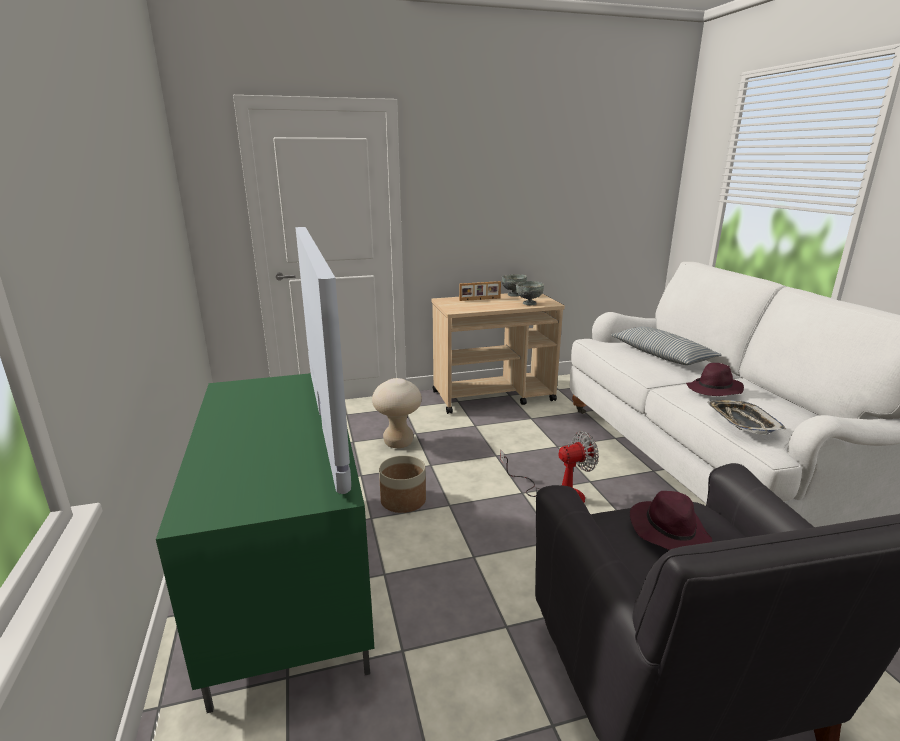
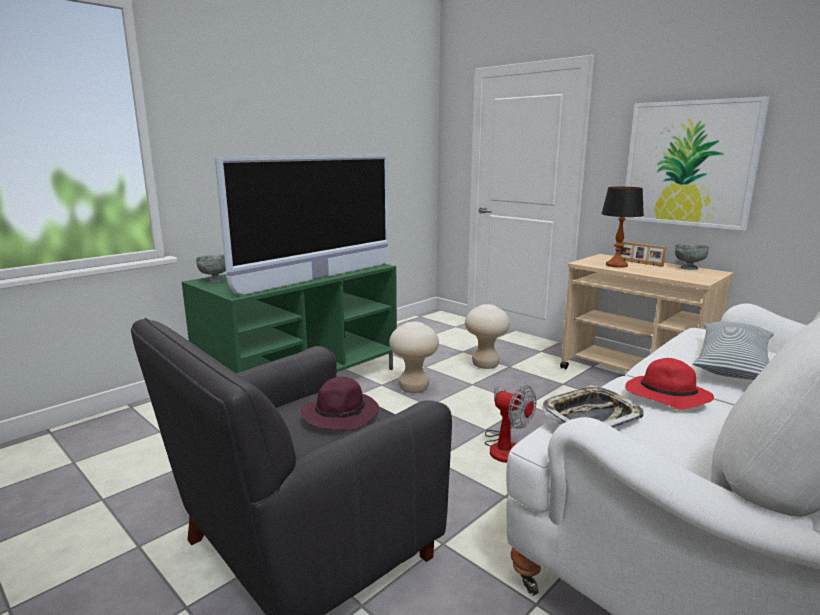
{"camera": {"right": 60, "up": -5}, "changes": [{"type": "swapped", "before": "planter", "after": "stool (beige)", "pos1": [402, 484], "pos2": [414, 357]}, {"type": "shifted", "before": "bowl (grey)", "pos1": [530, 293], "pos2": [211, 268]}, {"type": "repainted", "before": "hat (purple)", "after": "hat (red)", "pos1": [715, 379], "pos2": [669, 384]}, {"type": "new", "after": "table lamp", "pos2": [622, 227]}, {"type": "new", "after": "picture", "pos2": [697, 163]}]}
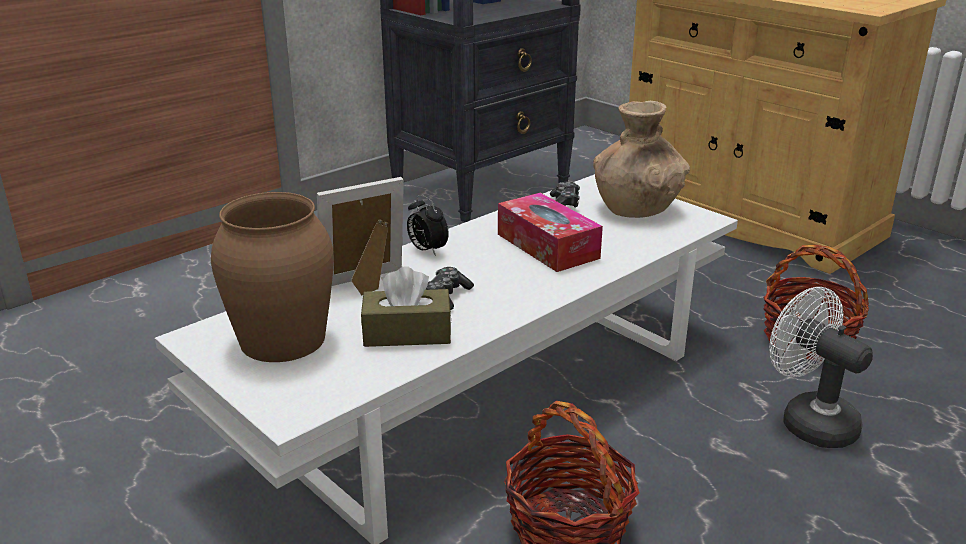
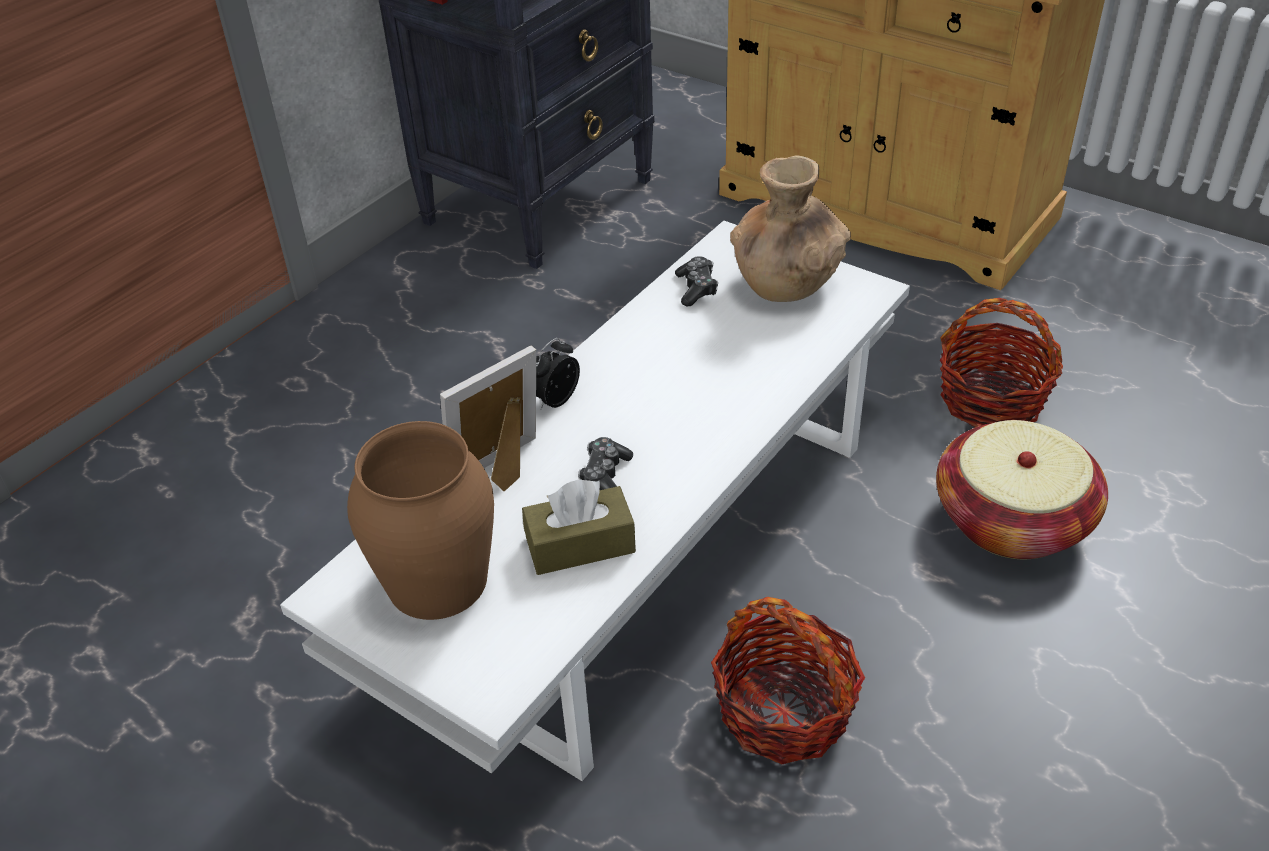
{"camera": {"right": -10, "up": 15}, "changes": [{"type": "rotated", "before": "alarm clock", "pos1": [427, 225], "pos2": [558, 373], "turn": 90}, {"type": "gone", "before": "tissue box", "pos1": [550, 232]}, {"type": "swapped", "before": "fan (white)", "after": "basket", "pos1": [821, 367], "pos2": [1022, 489]}]}
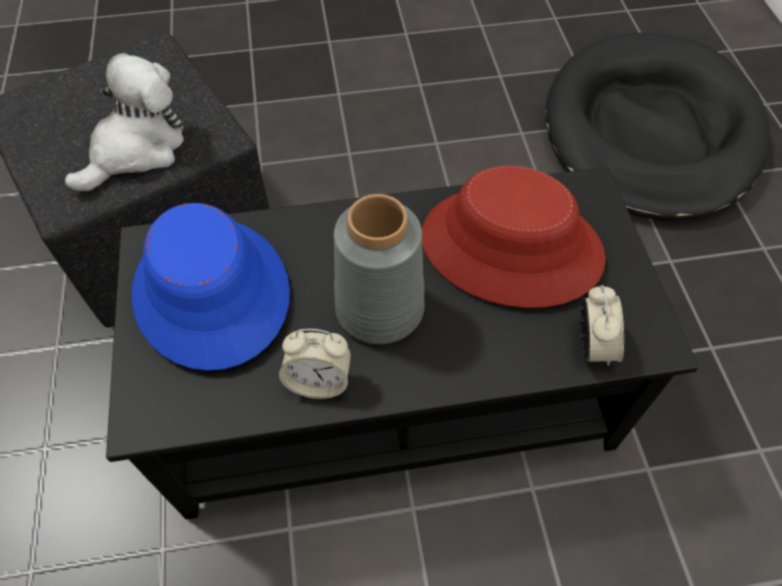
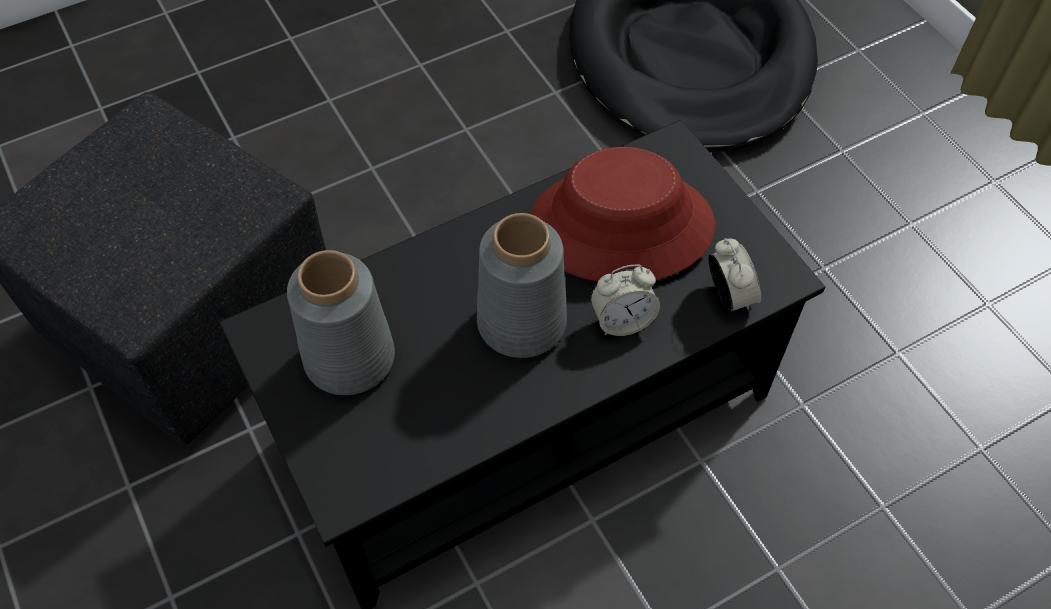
{"camera": {"right": -20, "up": 0}, "changes": [{"type": "gone", "before": "plush toy", "pos1": [124, 122]}, {"type": "swapped", "before": "hat (blue)", "after": "vase (grey)", "pos1": [211, 287], "pos2": [341, 322]}, {"type": "shifted", "before": "alarm clock", "pos1": [315, 364], "pos2": [625, 300]}]}
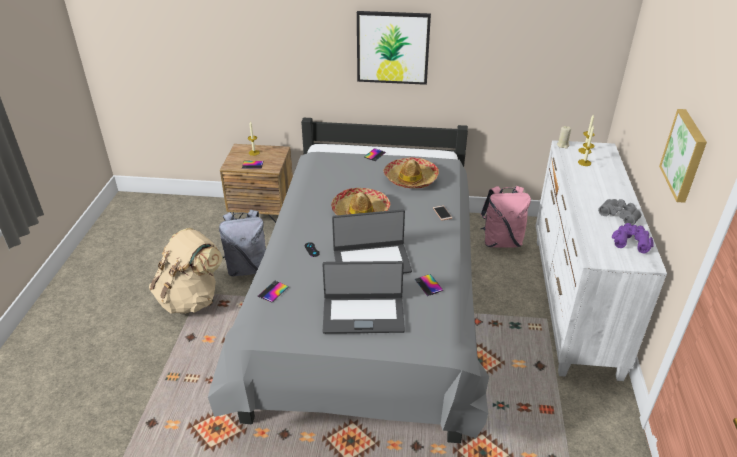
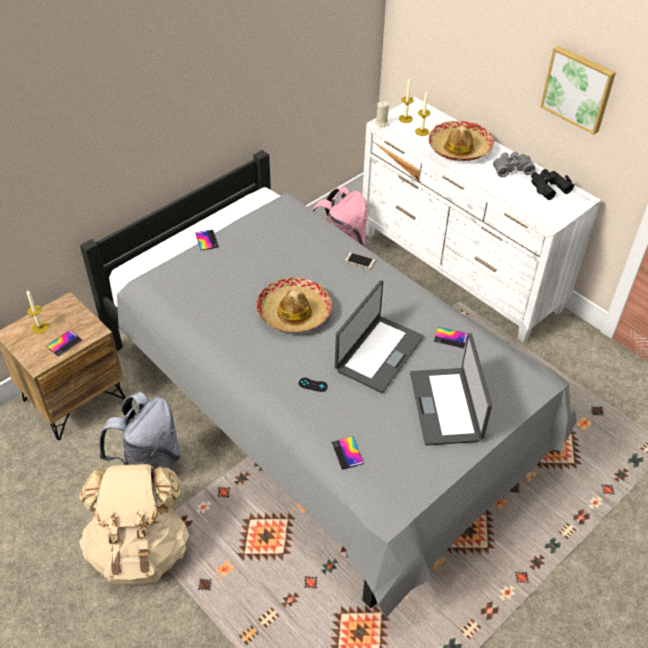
{"camera": {"right": -50, "up": 10}, "changes": [{"type": "rotated", "before": "laptop", "pos1": [363, 297], "pos2": [451, 389], "turn": 135}, {"type": "gone", "before": "picture", "pos1": [394, 48]}, {"type": "shifted", "before": "hat", "pos1": [411, 172], "pos2": [461, 141]}, {"type": "repainted", "before": "binoculars (purple)", "after": "binoculars (black)", "pos1": [633, 238], "pos2": [553, 184]}]}
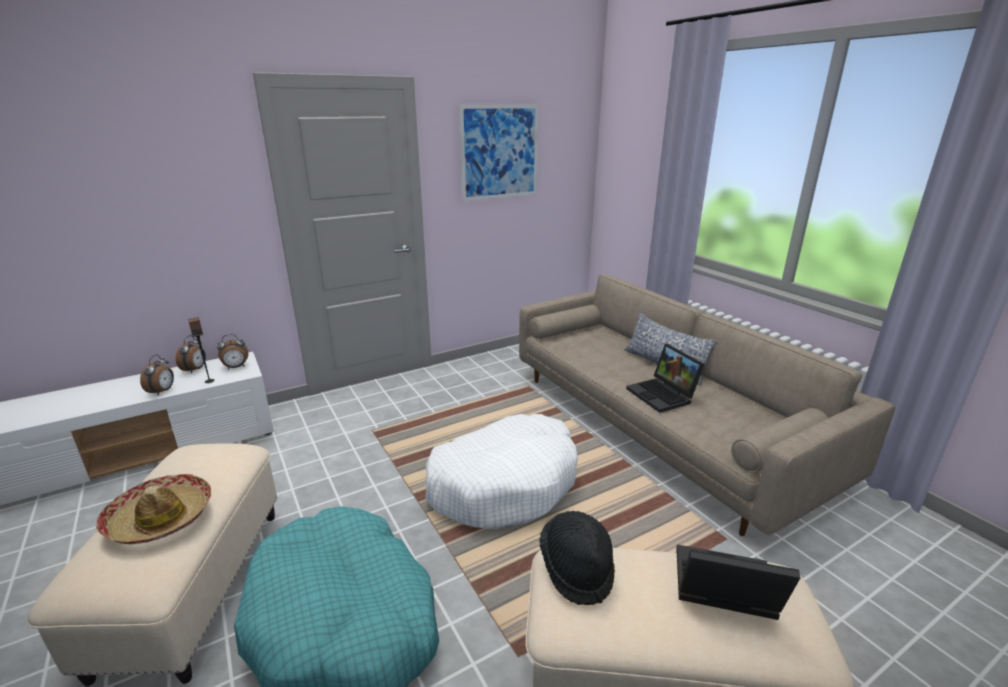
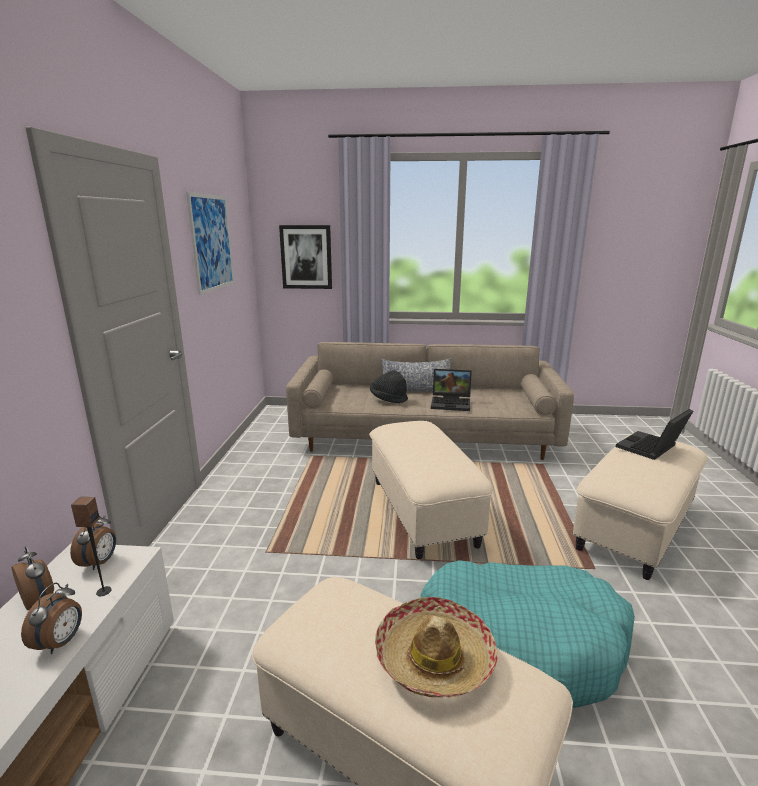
{"camera": {"right": -55, "up": -5}, "changes": [{"type": "rotated", "before": "alarm clock", "pos1": [157, 375], "pos2": [51, 618], "turn": 60}, {"type": "swapped", "before": "dog bed (white)", "after": "ottoman (beige)", "pos1": [501, 471], "pos2": [431, 490]}, {"type": "shifted", "before": "hat (black)", "pos1": [577, 558], "pos2": [389, 386]}, {"type": "new", "after": "picture", "pos2": [305, 257]}]}
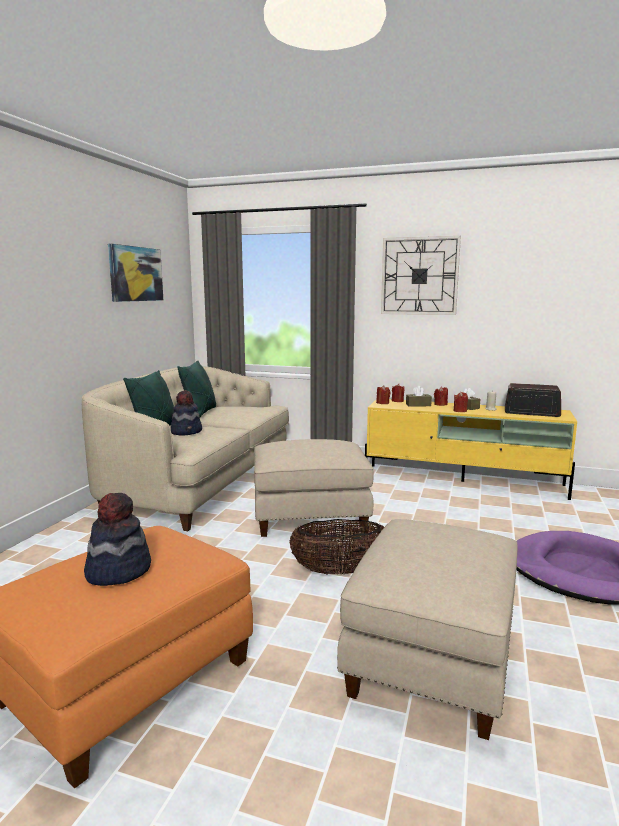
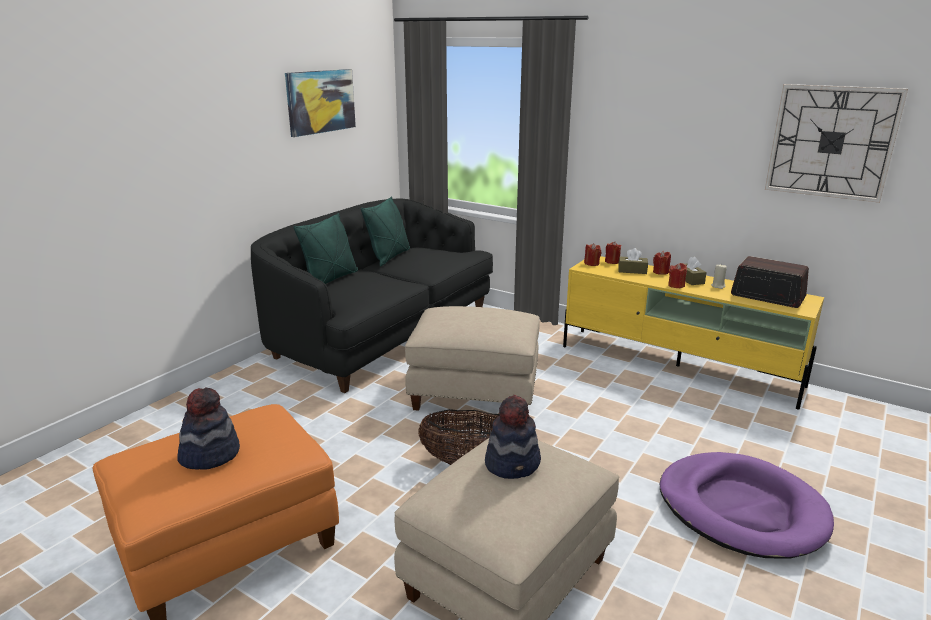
{"camera": {"right": 15, "up": 10}, "changes": [{"type": "repainted", "before": "sofa (beige)", "after": "sofa (black)", "pos1": [185, 448], "pos2": [372, 296]}, {"type": "shifted", "before": "hat", "pos1": [186, 412], "pos2": [513, 437]}, {"type": "shifted", "before": "wall clock", "pos1": [421, 275], "pos2": [836, 143]}]}
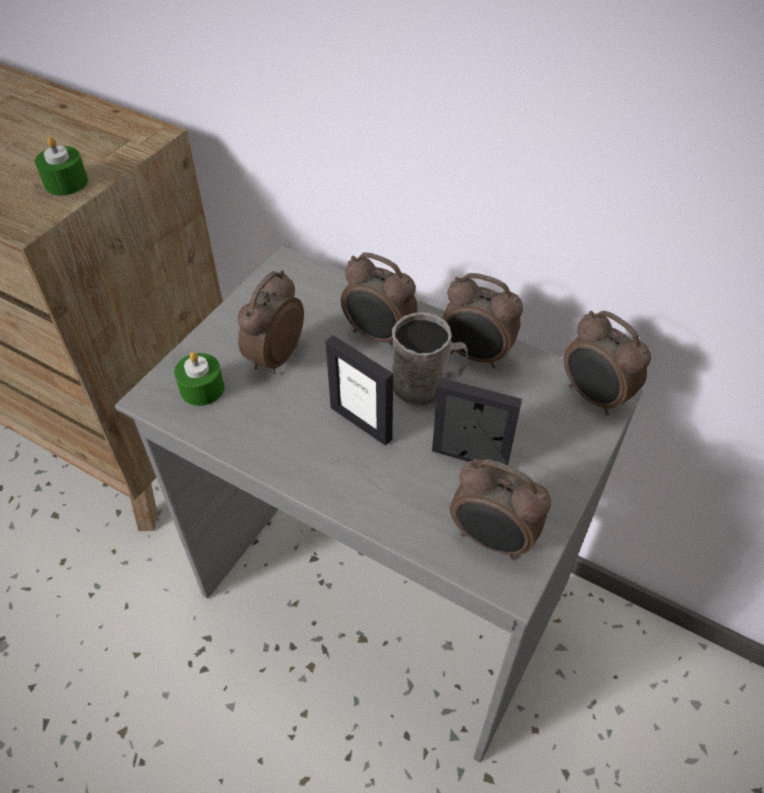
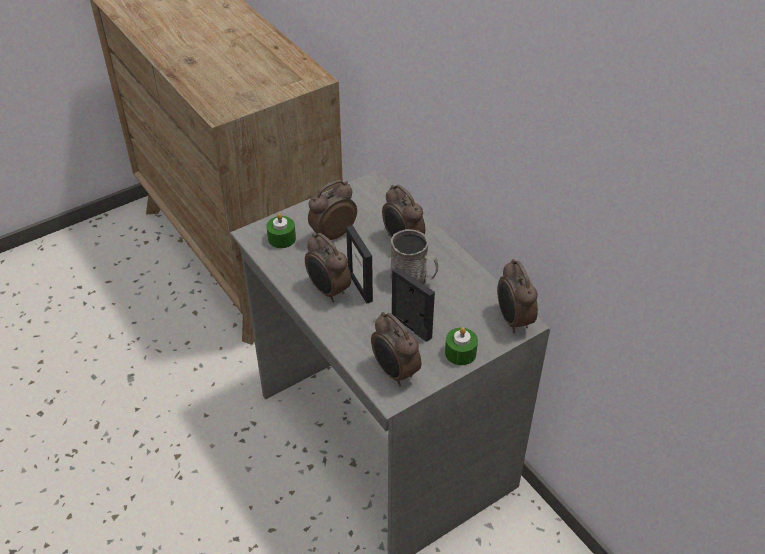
{"camera": {"right": 25, "up": -5}, "changes": [{"type": "shifted", "before": "candle (green)", "pos1": [61, 166], "pos2": [461, 346]}, {"type": "shifted", "before": "alarm clock", "pos1": [482, 320], "pos2": [328, 267]}]}
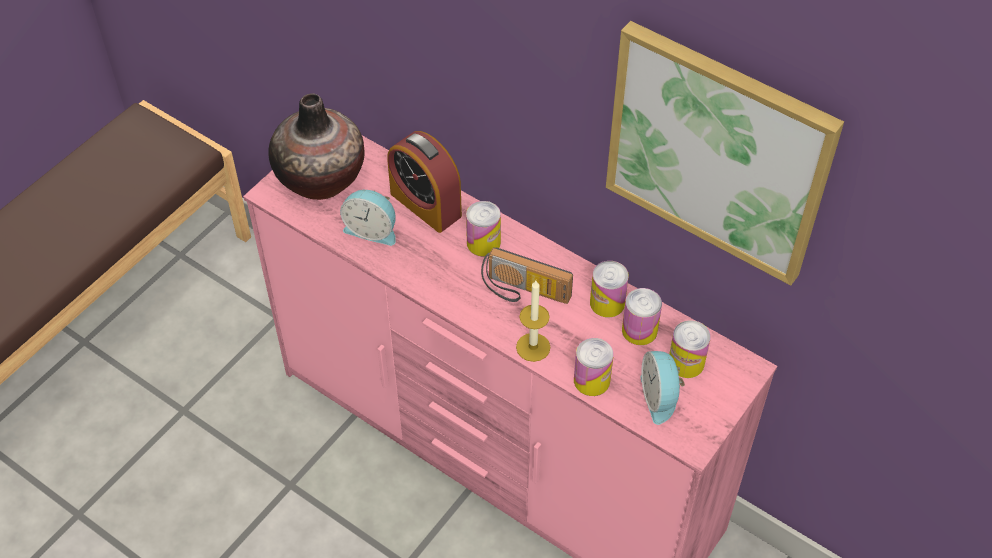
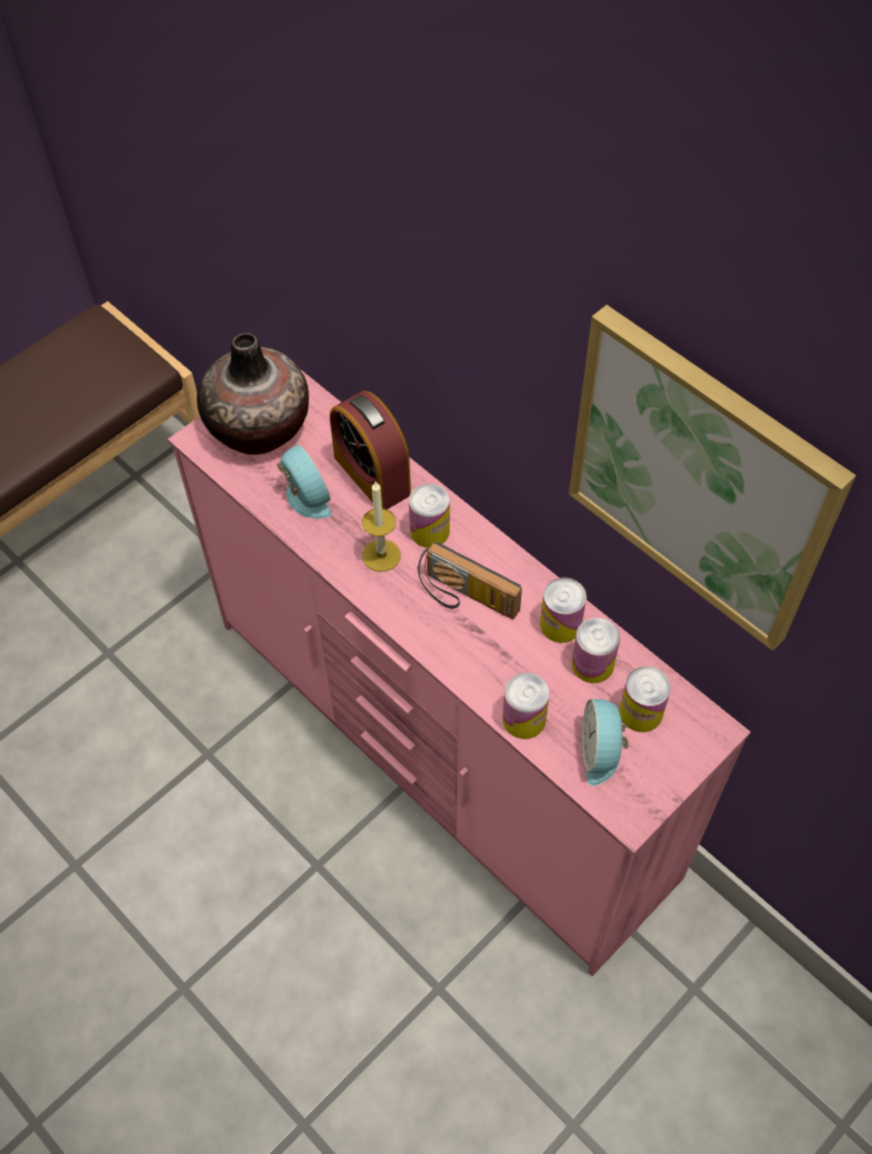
{"camera": {"right": 10, "up": 5}, "changes": [{"type": "rotated", "before": "alarm clock", "pos1": [368, 218], "pos2": [304, 481], "turn": -150}, {"type": "shifted", "before": "candle", "pos1": [533, 321], "pos2": [381, 526]}]}
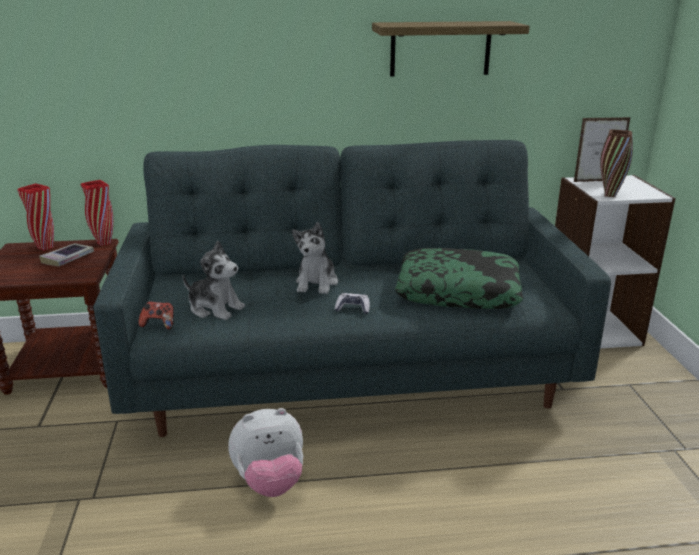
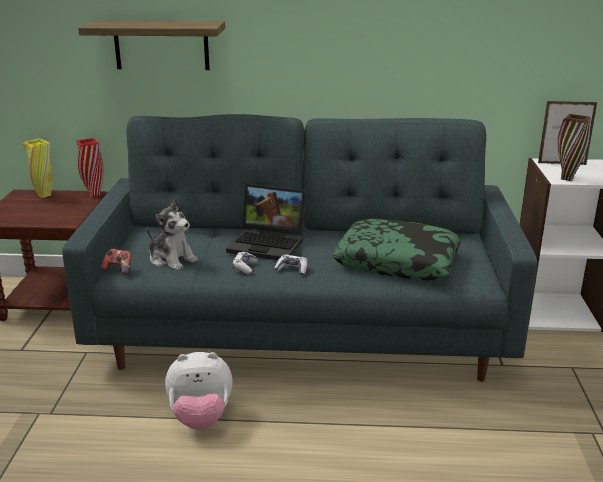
{"camera": {"right": 10, "up": 0}, "changes": [{"type": "repainted", "before": "vase (red)", "after": "vase (yellow)", "pos1": [35, 217], "pos2": [38, 168]}, {"type": "gone", "before": "book", "pos1": [66, 254]}, {"type": "swapped", "before": "plush toy", "after": "laptop", "pos1": [315, 258], "pos2": [266, 222]}, {"type": "shifted", "before": "shelf", "pos1": [451, 49], "pos2": [151, 45]}, {"type": "new", "after": "game controller", "pos2": [245, 263]}]}
